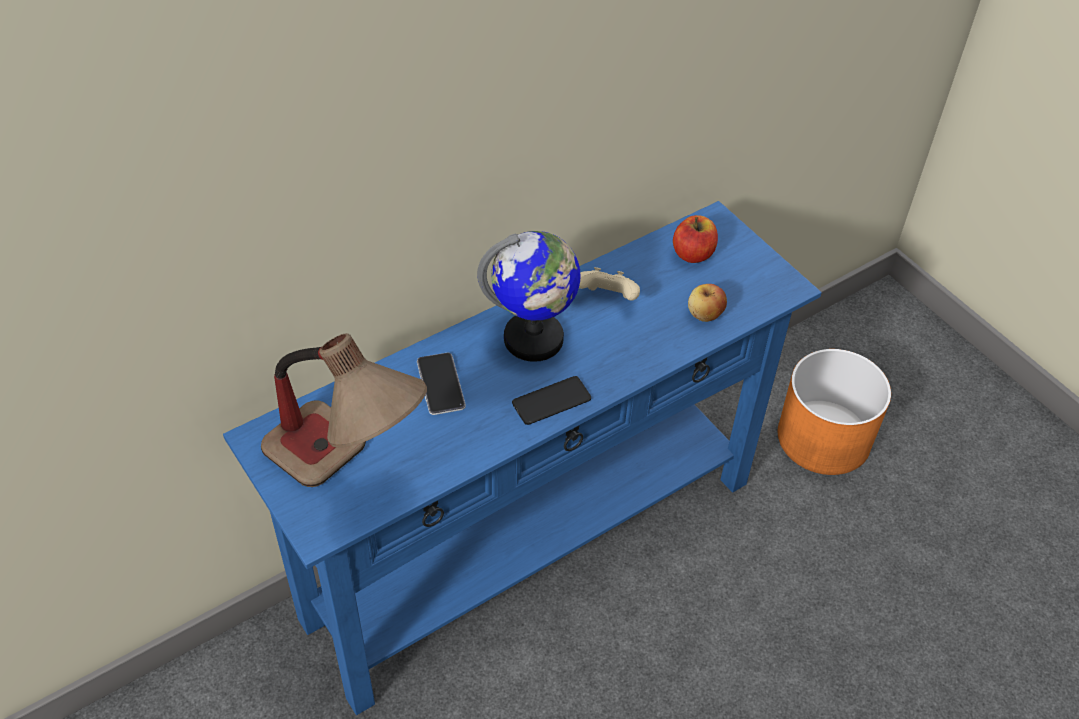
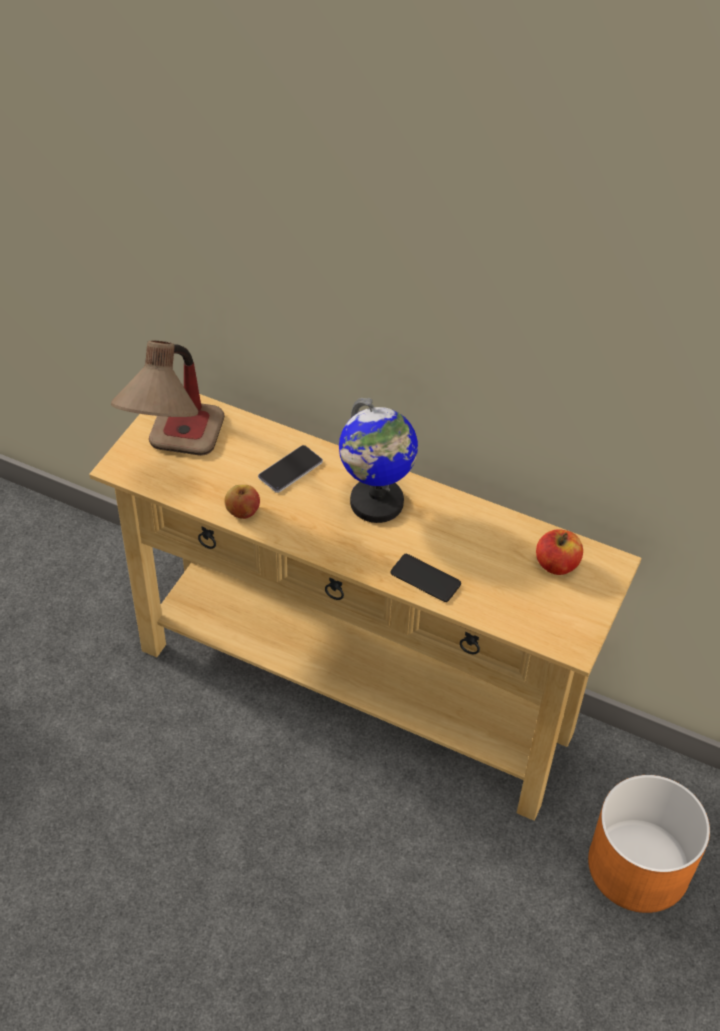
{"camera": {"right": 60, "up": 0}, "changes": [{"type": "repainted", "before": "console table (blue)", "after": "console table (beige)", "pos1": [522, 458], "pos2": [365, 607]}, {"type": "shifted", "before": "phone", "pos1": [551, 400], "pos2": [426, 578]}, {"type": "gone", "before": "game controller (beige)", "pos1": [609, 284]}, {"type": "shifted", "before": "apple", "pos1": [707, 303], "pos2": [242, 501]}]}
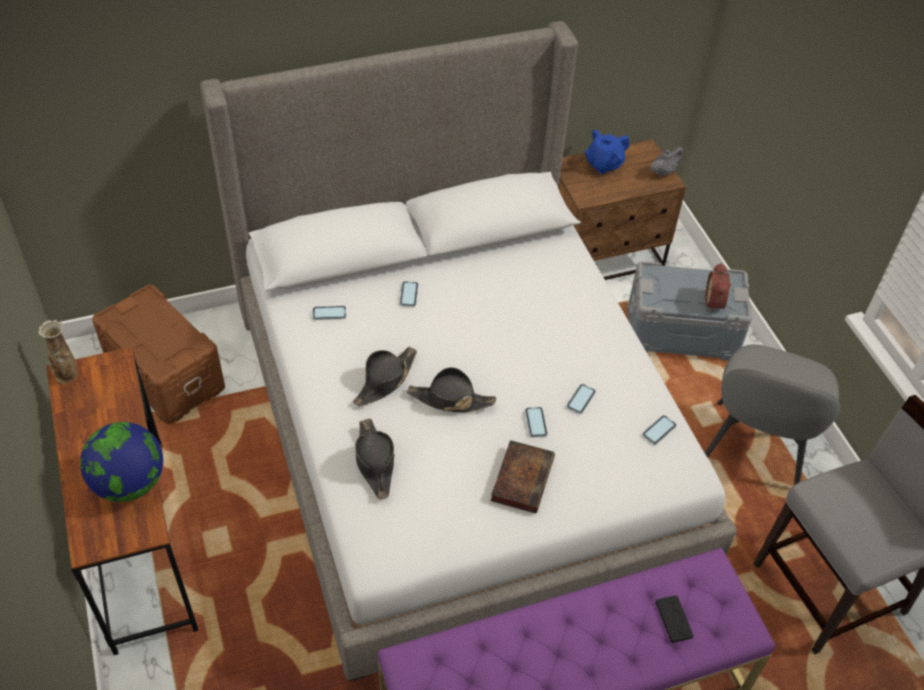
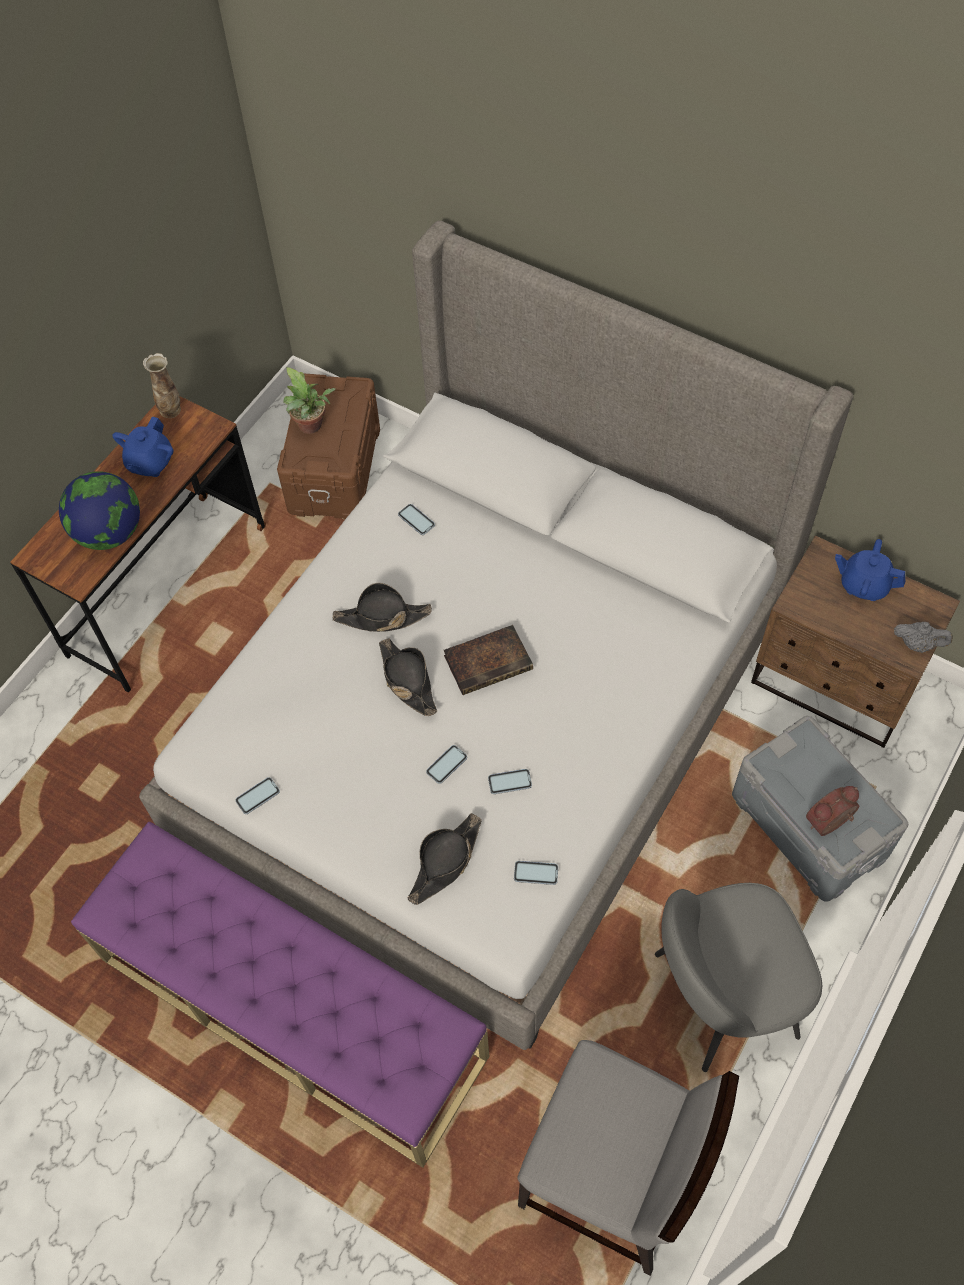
{"camera": {"right": 55, "up": 10}, "changes": [{"type": "shifted", "before": "hat (black)", "pos1": [375, 459], "pos2": [445, 859]}, {"type": "shifted", "before": "phone", "pos1": [409, 294], "pos2": [257, 795]}, {"type": "shifted", "before": "book", "pos1": [523, 476], "pos2": [488, 660]}, {"type": "gone", "before": "game controller (black)", "pos1": [675, 619]}, {"type": "new", "after": "teapot (blue)", "pos2": [142, 446]}, {"type": "new", "after": "potted plant", "pos2": [309, 400]}]}
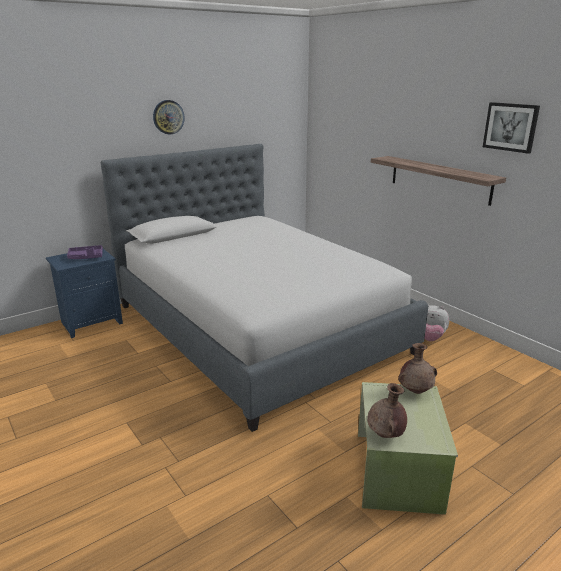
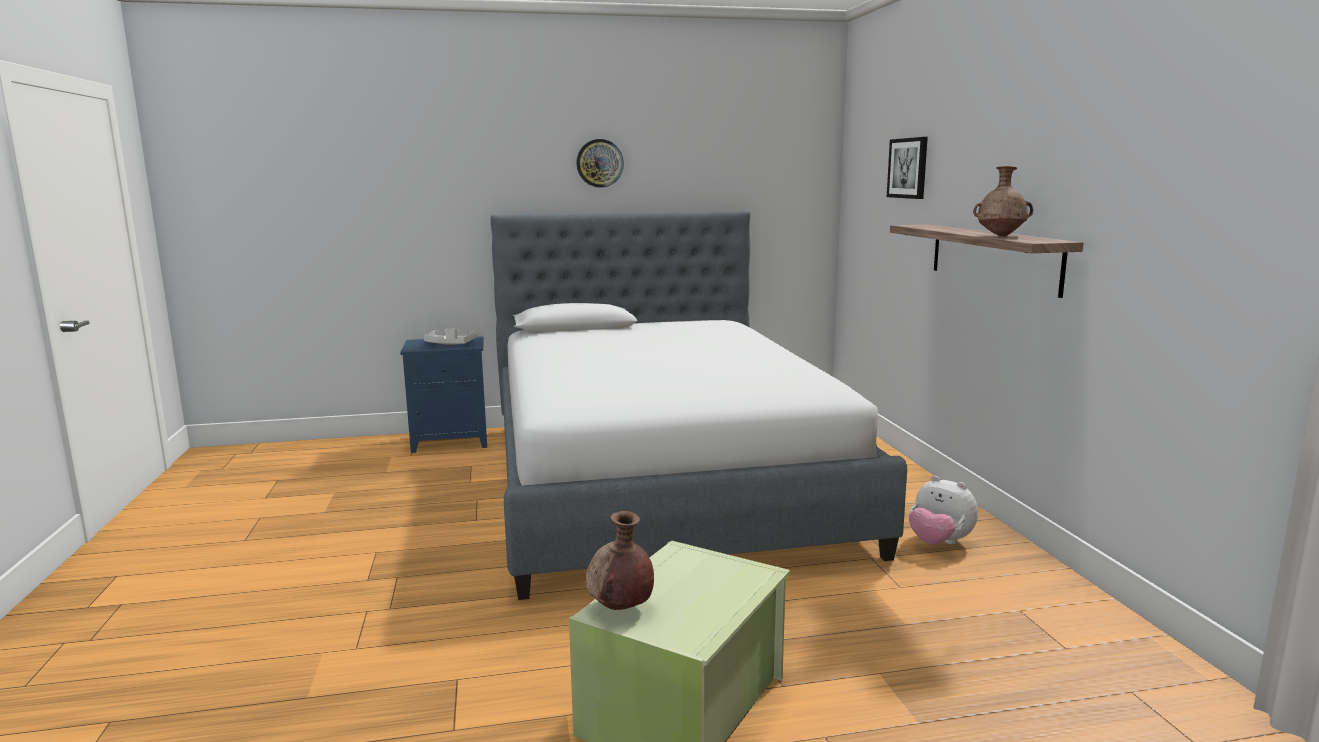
{"camera": {"right": 25, "up": -10}, "changes": [{"type": "repainted", "before": "tray (purple)", "after": "tray (grey)", "pos1": [85, 252], "pos2": [450, 336]}, {"type": "shifted", "before": "vase (brown)", "pos1": [417, 368], "pos2": [1003, 201]}, {"type": "shifted", "before": "picture", "pos1": [511, 128], "pos2": [907, 168]}]}
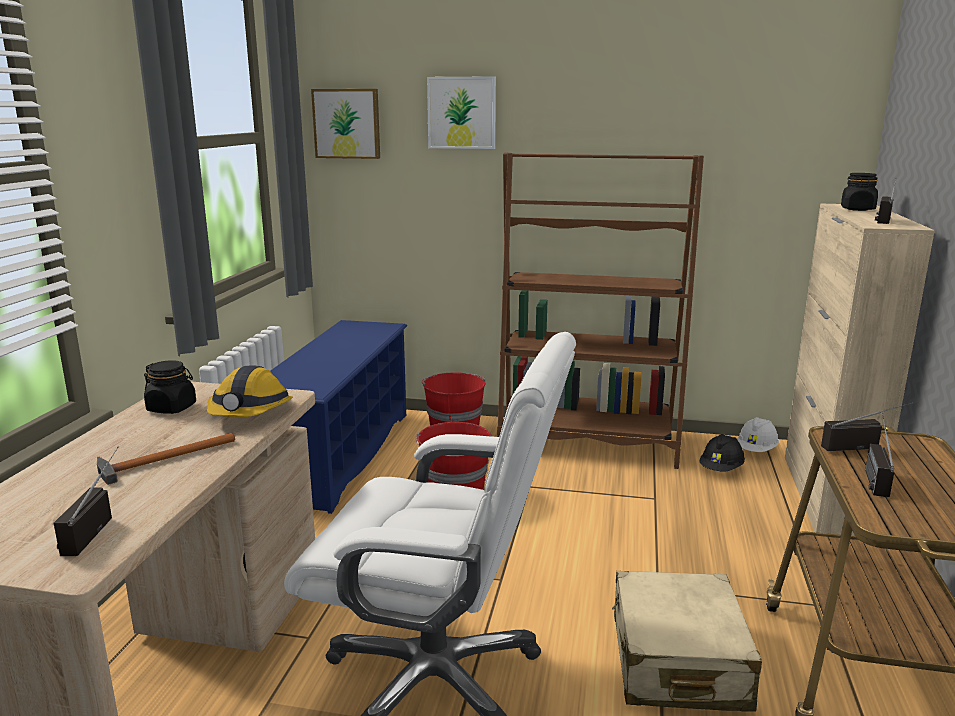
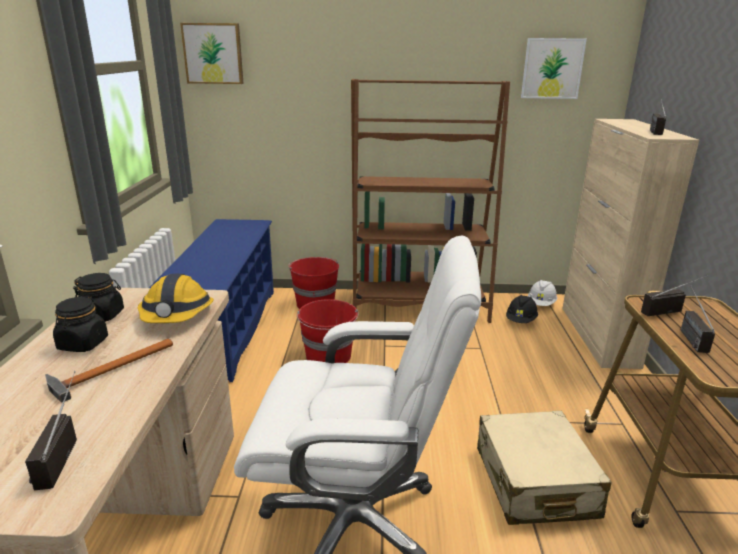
{"camera": {"right": -10, "up": 5}, "changes": [{"type": "shifted", "before": "picture", "pos1": [461, 112], "pos2": [554, 68]}, {"type": "shifted", "before": "jar (black)", "pos1": [859, 192], "pos2": [80, 324]}]}
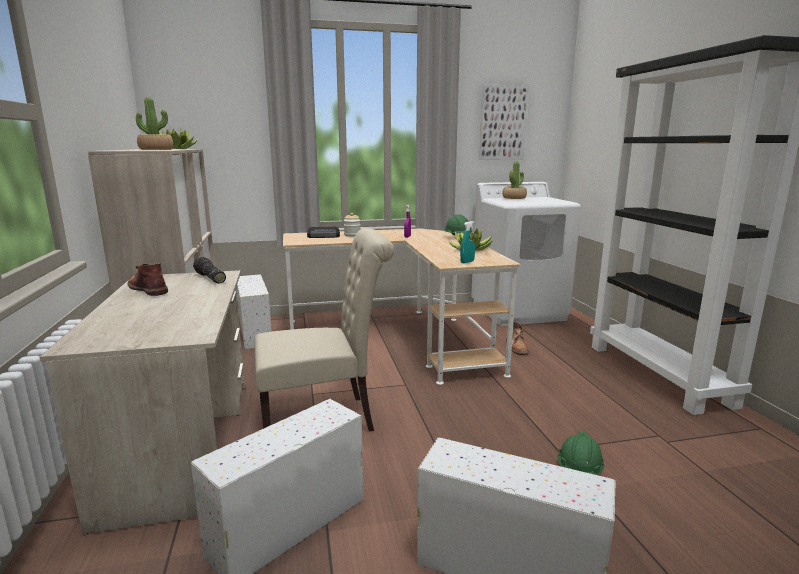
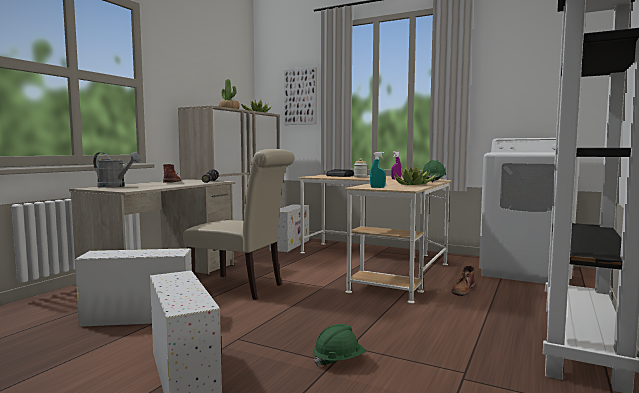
{"camera": {"right": 40, "up": -10}, "changes": [{"type": "shifted", "before": "picture", "pos1": [503, 122], "pos2": [300, 96]}, {"type": "gone", "before": "potted plant", "pos1": [514, 180]}, {"type": "new", "after": "watering can (grey)", "pos2": [117, 170]}]}
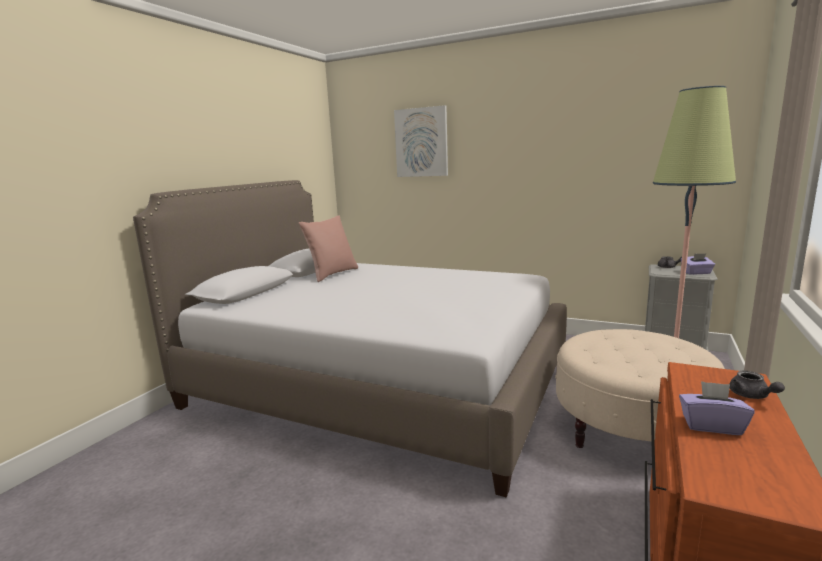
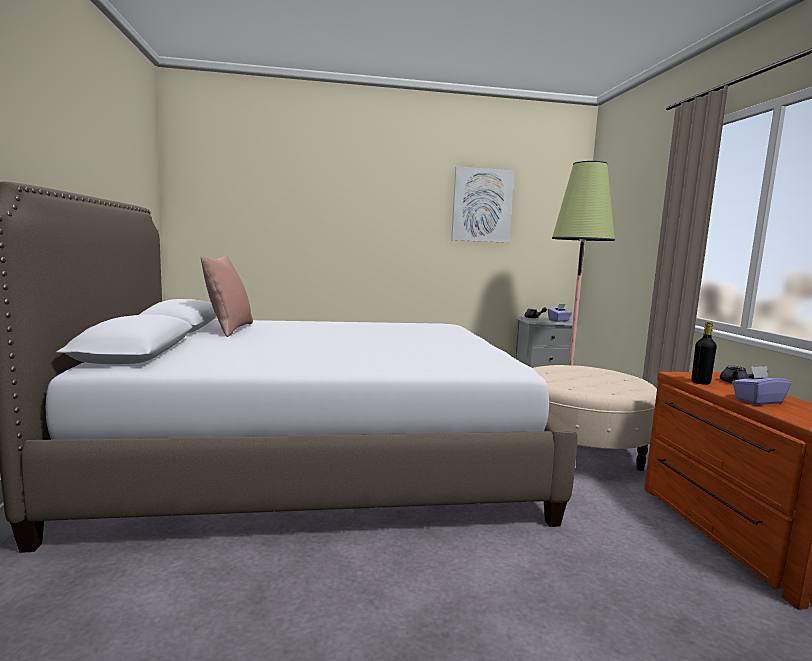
{"camera": {"right": -35, "up": -5}, "changes": [{"type": "shifted", "before": "picture", "pos1": [421, 141], "pos2": [482, 205]}, {"type": "new", "after": "bottle (black)", "pos2": [704, 353]}]}
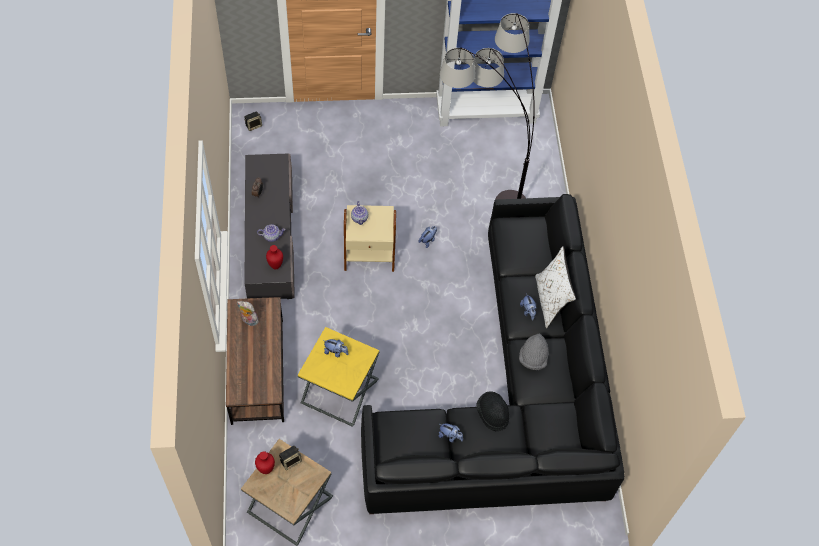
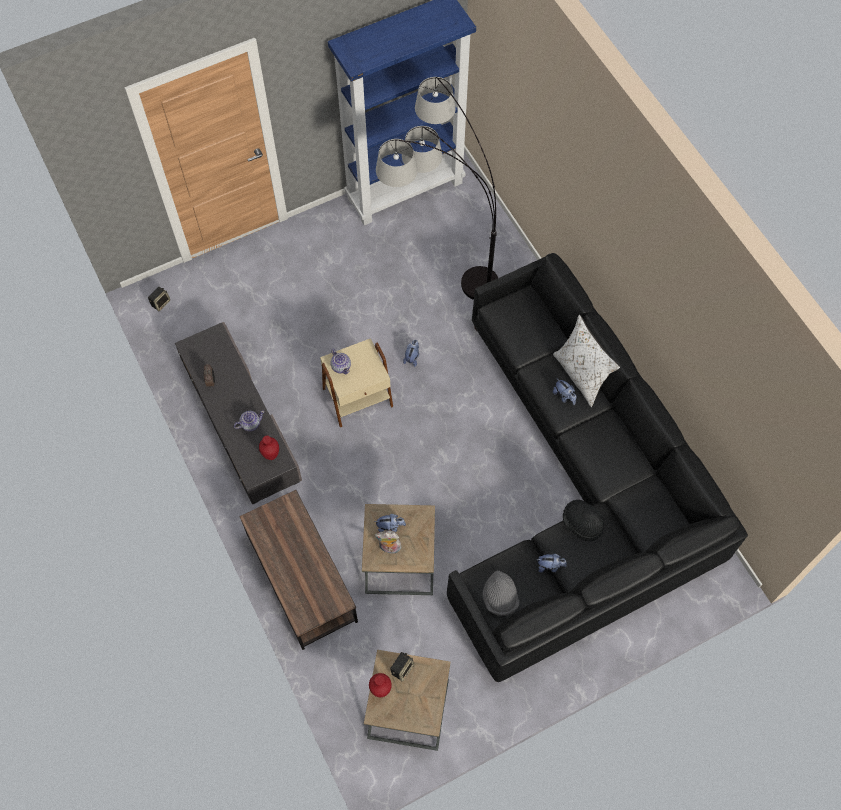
{"camera": {"right": -20, "up": 5}, "changes": [{"type": "shifted", "before": "plush toy", "pos1": [248, 313], "pos2": [388, 542]}, {"type": "repainted", "before": "side table (yellow)", "after": "side table (brown)", "pos1": [338, 377], "pos2": [398, 549]}, {"type": "shifted", "before": "hat (grey)", "pos1": [534, 351], "pos2": [501, 593]}]}
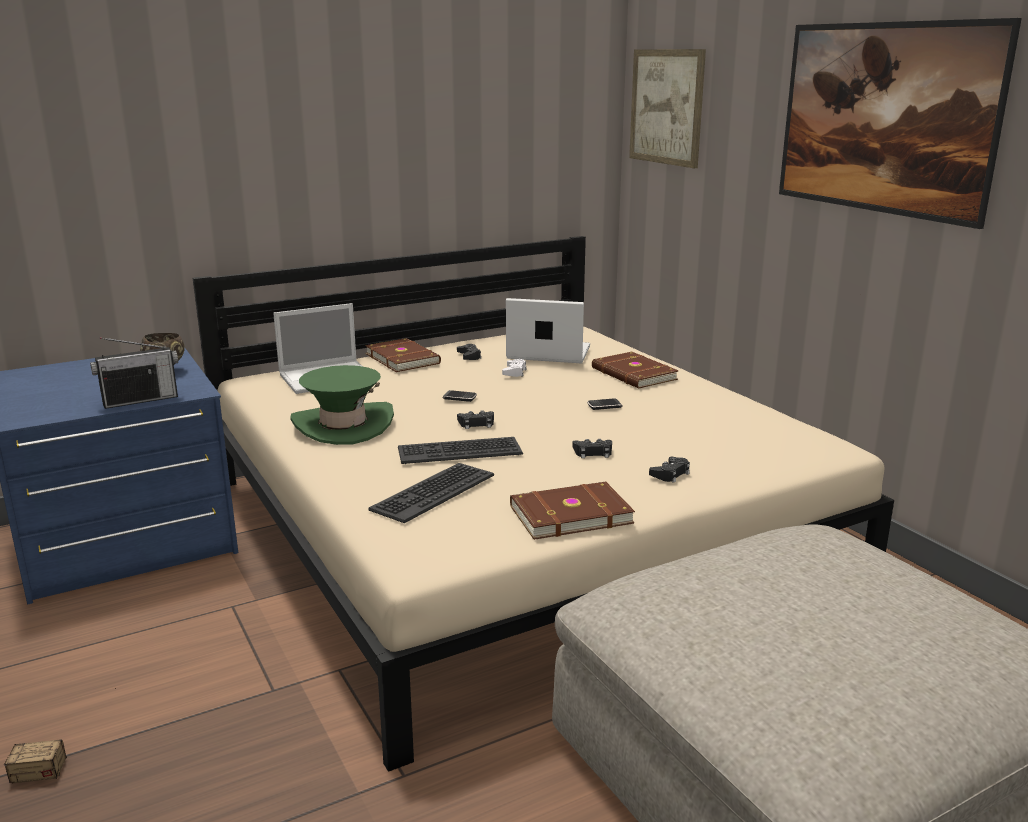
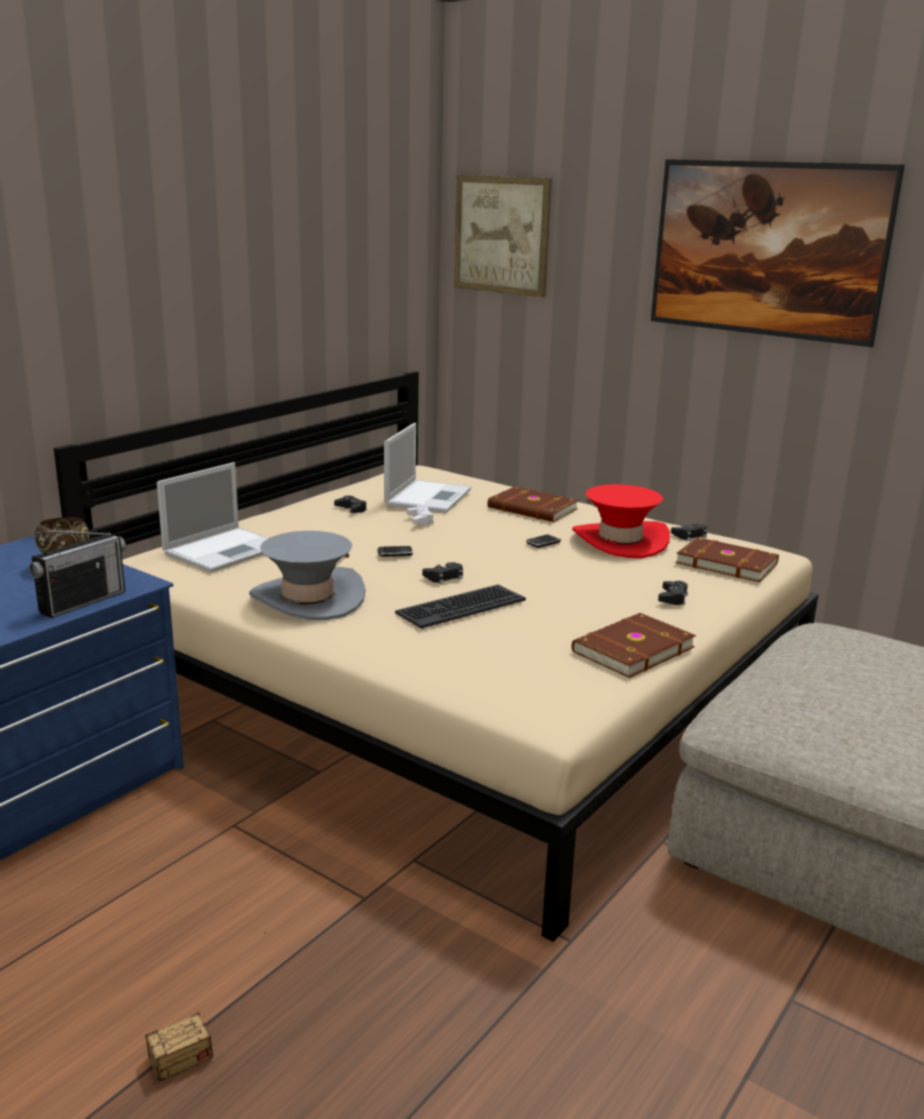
{"camera": {"right": -25, "up": 0}, "changes": [{"type": "repainted", "before": "hat (green)", "after": "hat (grey)", "pos1": [342, 405], "pos2": [307, 575]}, {"type": "shifted", "before": "book (brown)", "pos1": [403, 355], "pos2": [727, 559]}, {"type": "gone", "before": "keyboard", "pos1": [431, 493]}, {"type": "rotated", "before": "laptop", "pos1": [548, 331], "pos2": [427, 468], "turn": 120}, {"type": "shifted", "before": "game controller (black)", "pos1": [592, 448], "pos2": [689, 532]}, {"type": "new", "after": "hat (red)", "pos2": [621, 521]}]}
